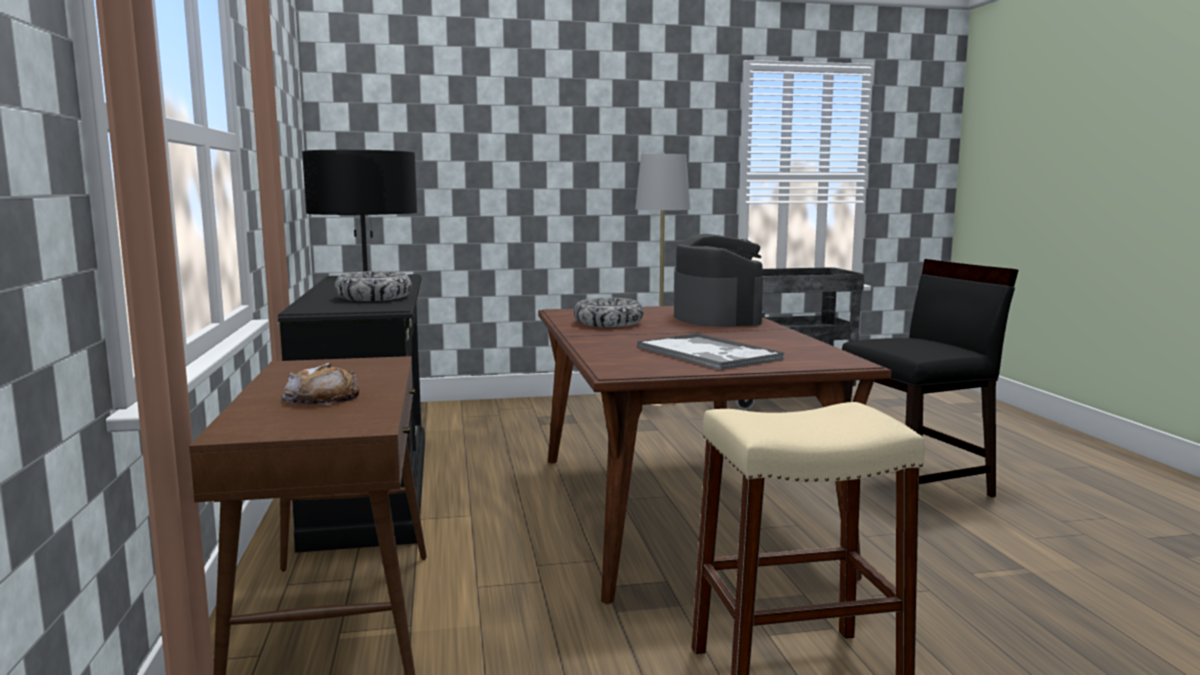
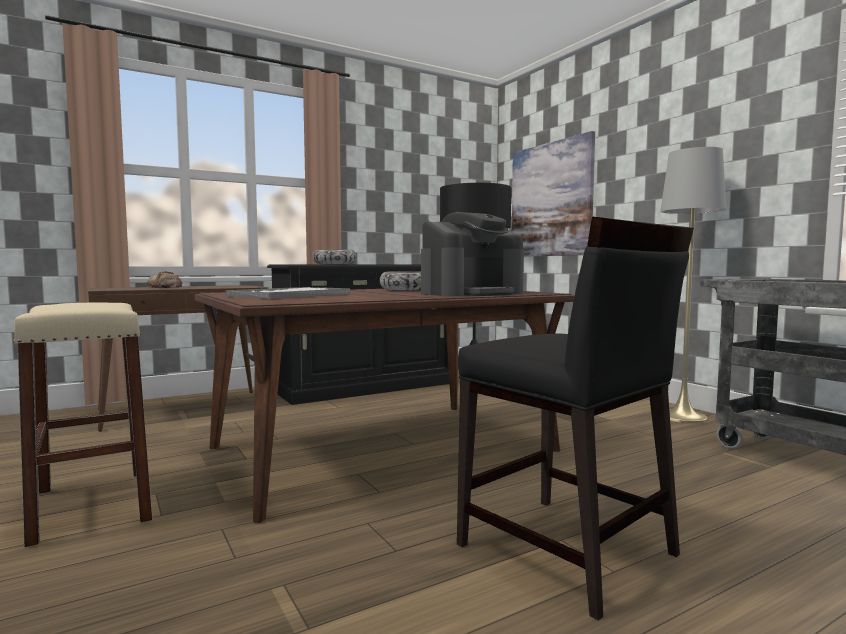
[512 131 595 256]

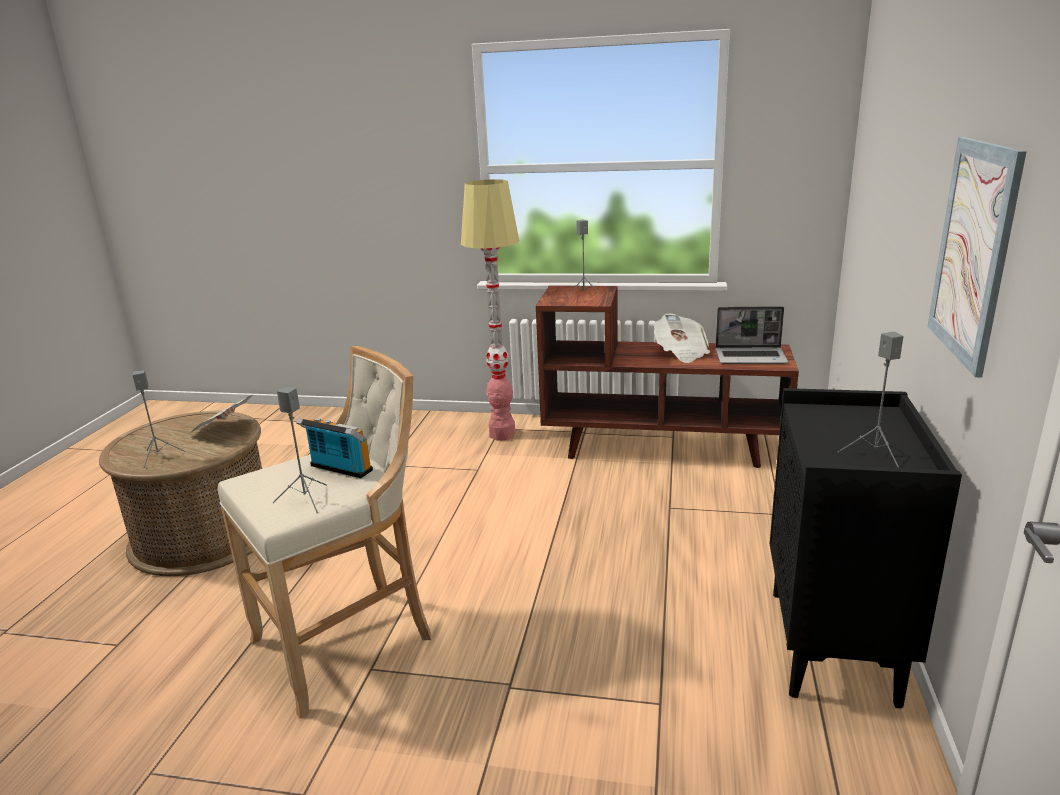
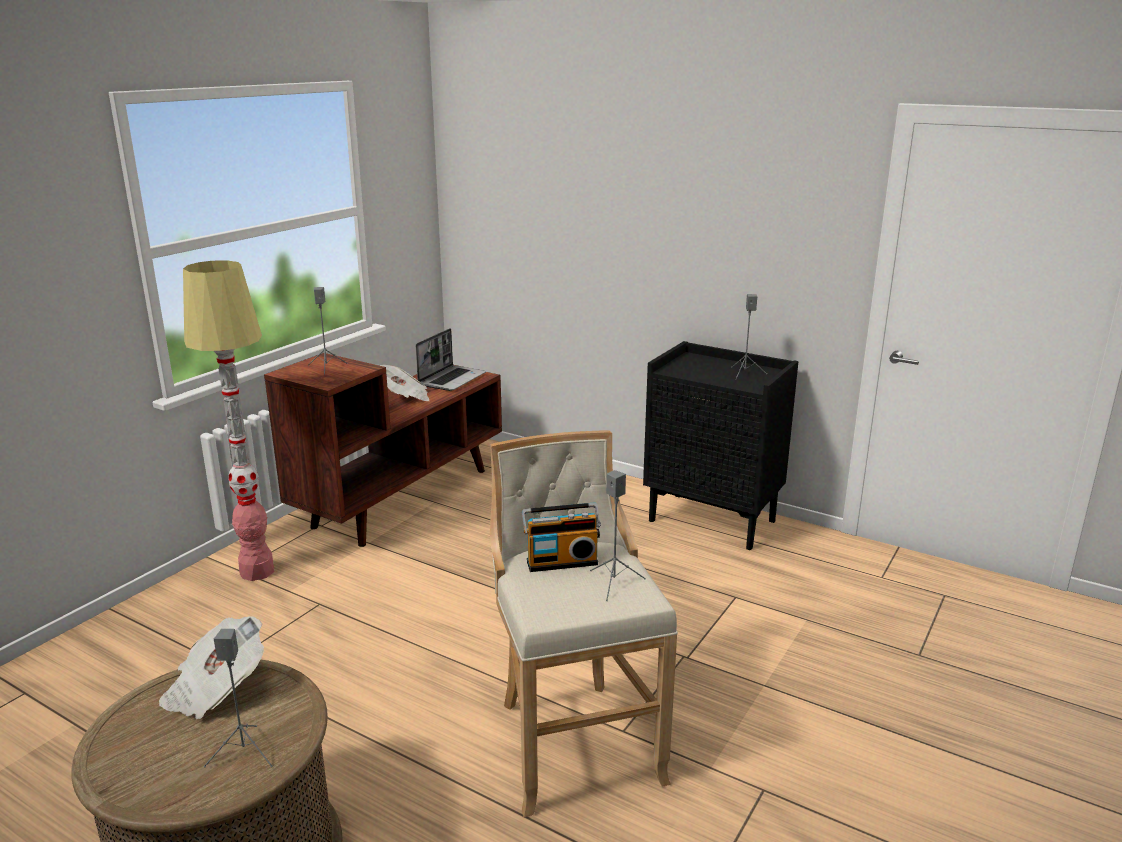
[927 137 1026 377] (first image)
[522 503 601 572]

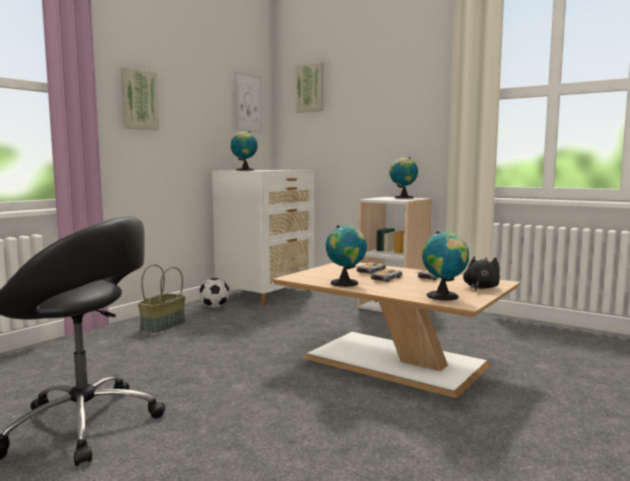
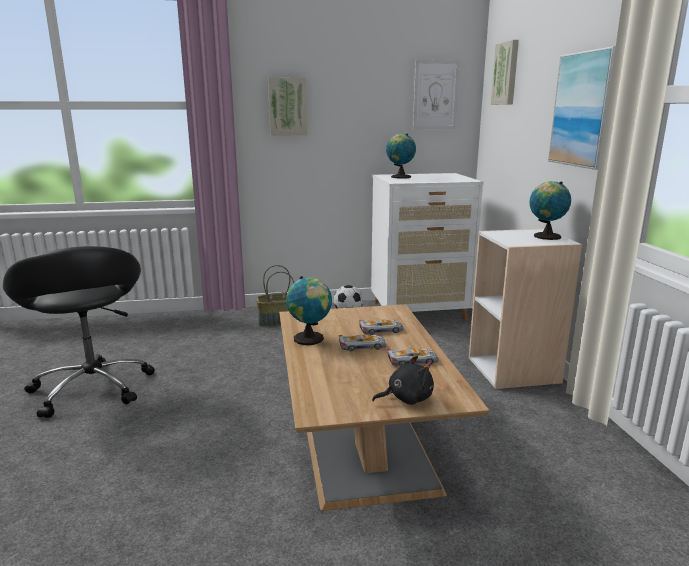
[422 231 469 300] (first image)
[548 46 616 170]

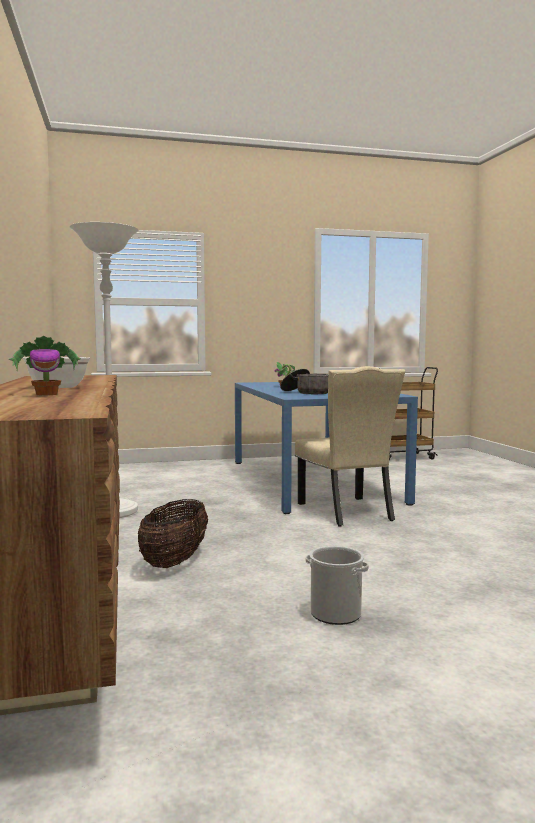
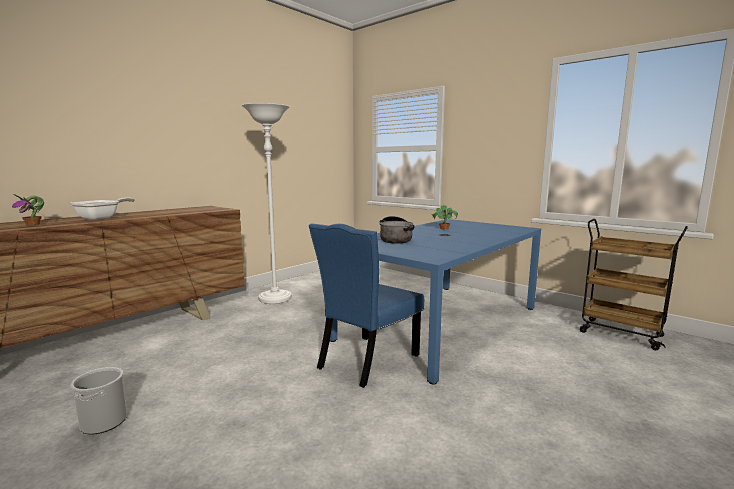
[309 223 424 388]
[138 499 208 568] (first image)

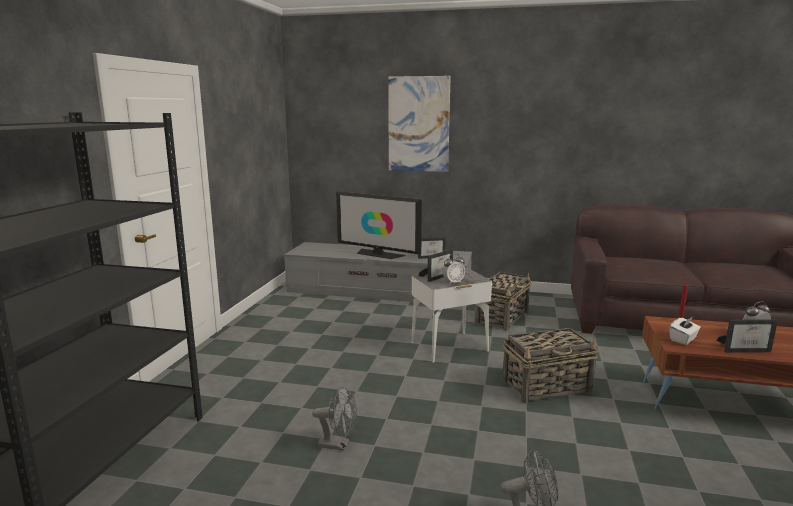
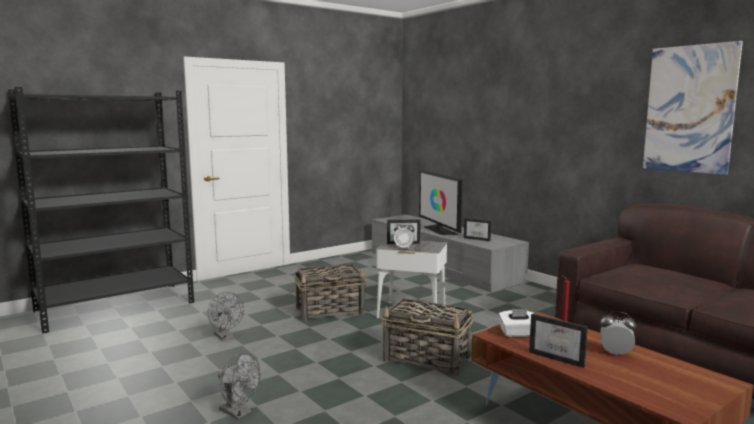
[643 41 743 175]
[295 264 366 321]

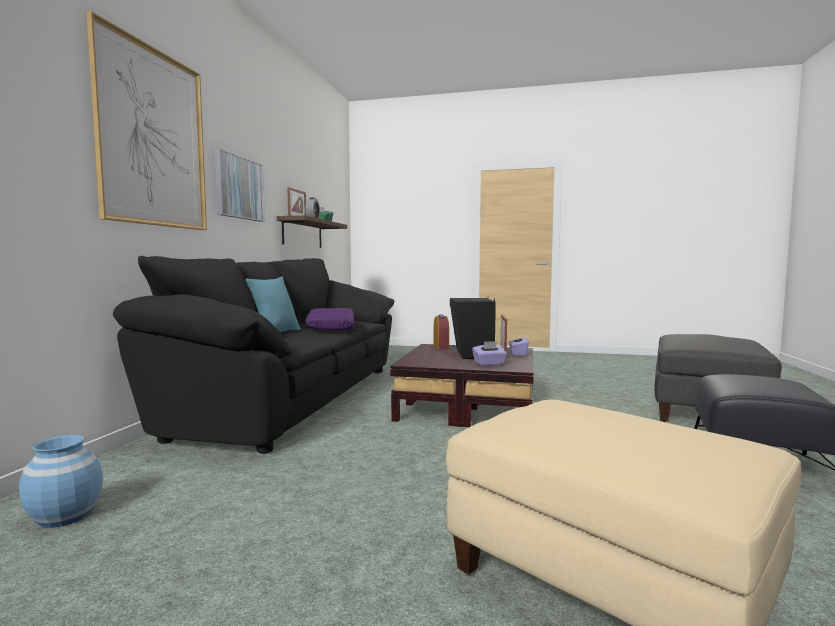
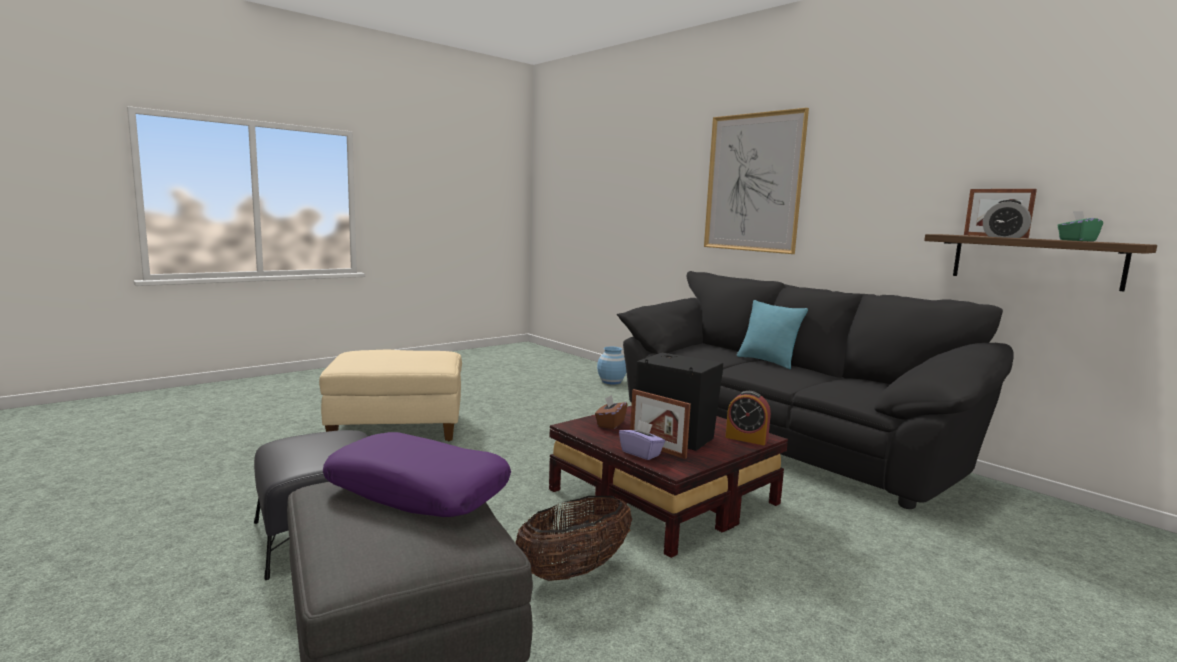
[215 148 265 222] (first image)
[323 432 511 517]
[595 395 628 429]
[515 496 632 581]

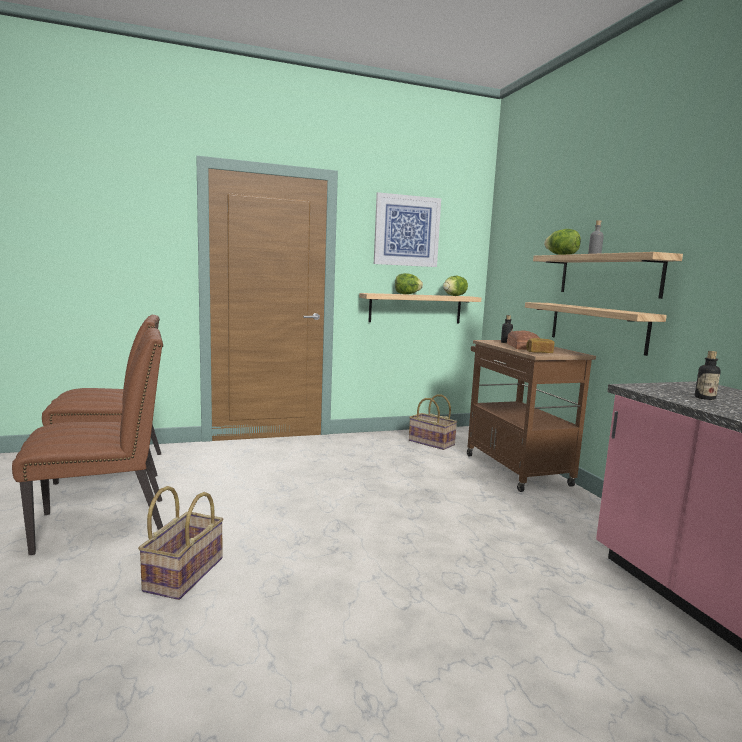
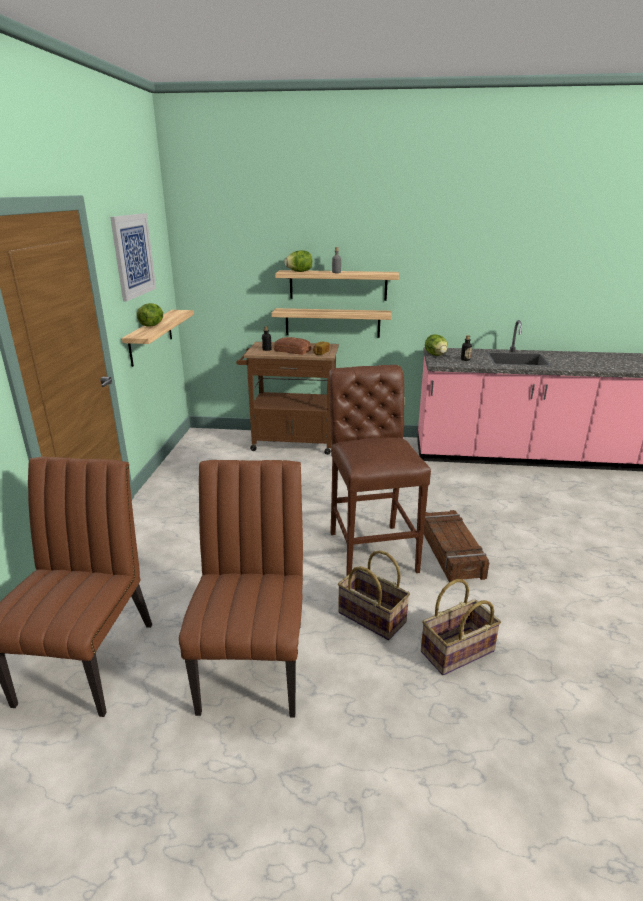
[425 334 448 356]
[421 579 501 675]
[329 365 431 576]
[424 510 489 582]

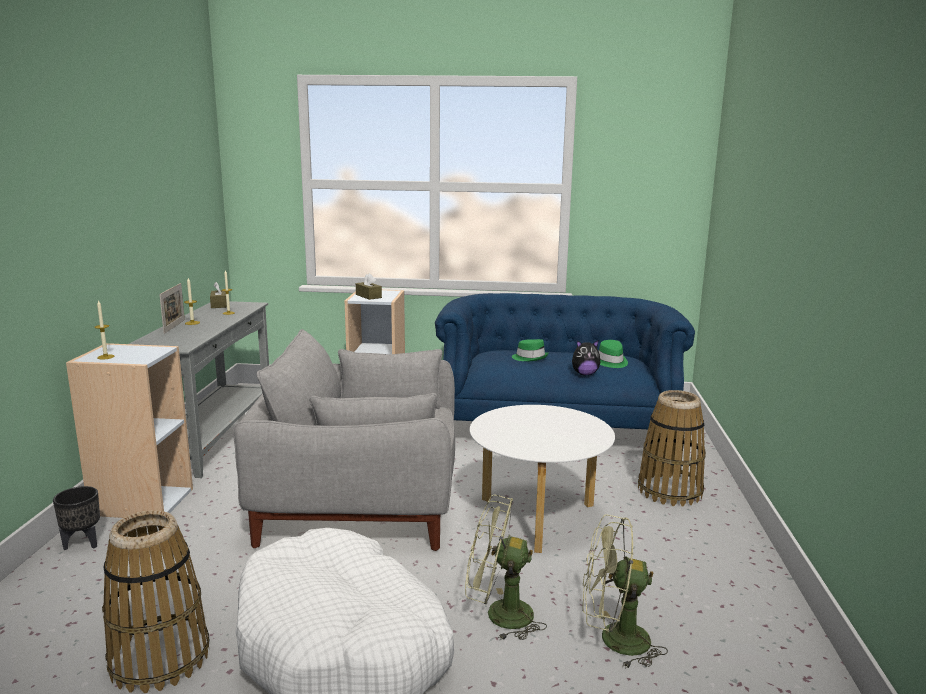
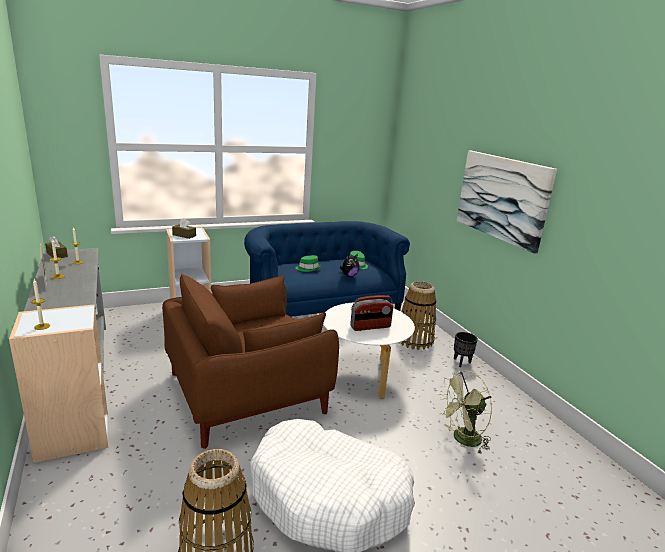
[162 274 339 449]
[454 332 478 367]
[465 495 547 640] (first image)
[457 151 557 254]
[350 295 394 331]

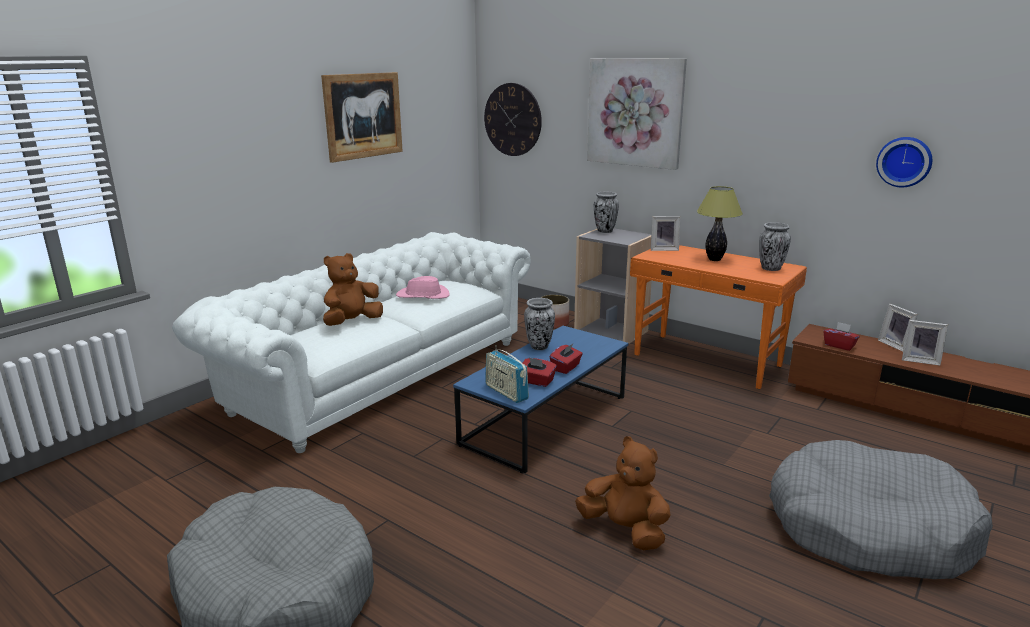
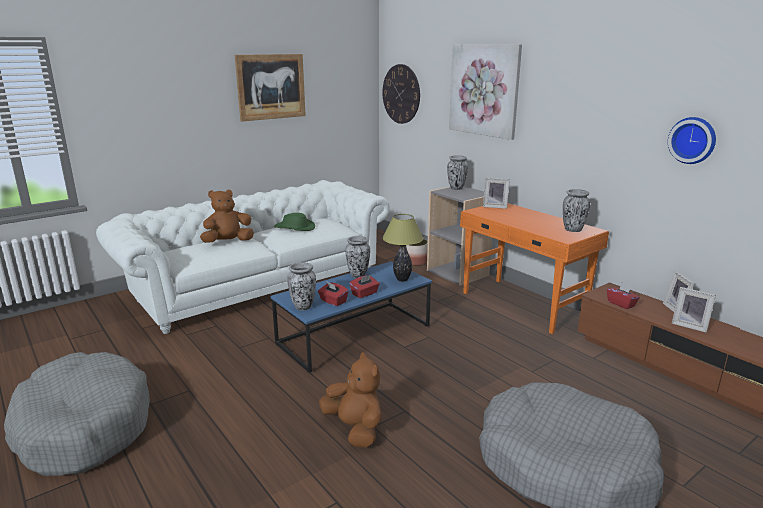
[383 214 424 282]
[274 213 315 231]
[287 262 316 311]

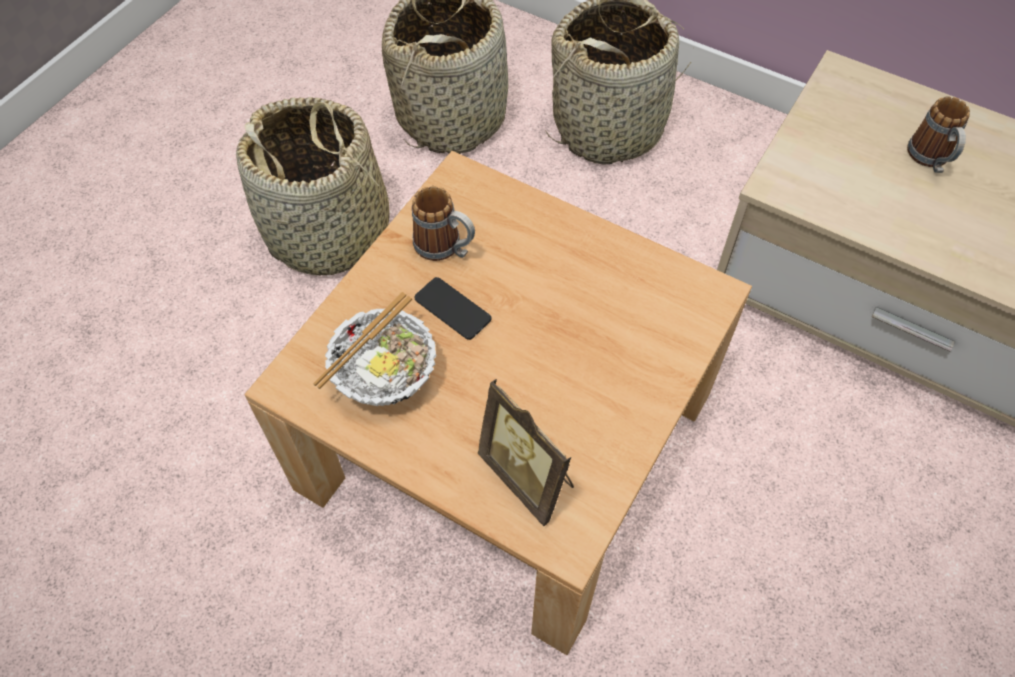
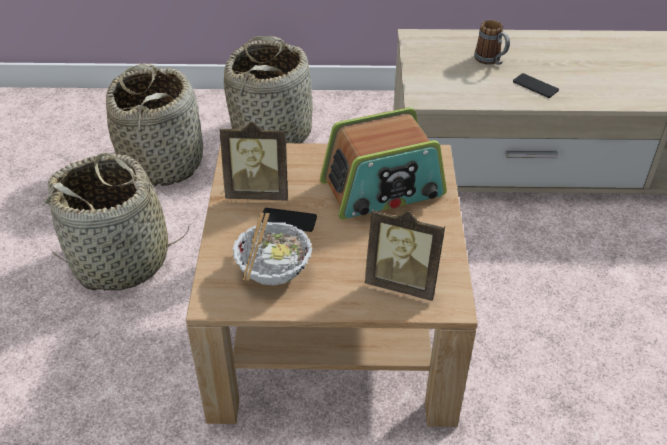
[220 122 288 201]
[513 73 559 98]
[320 107 447 220]

